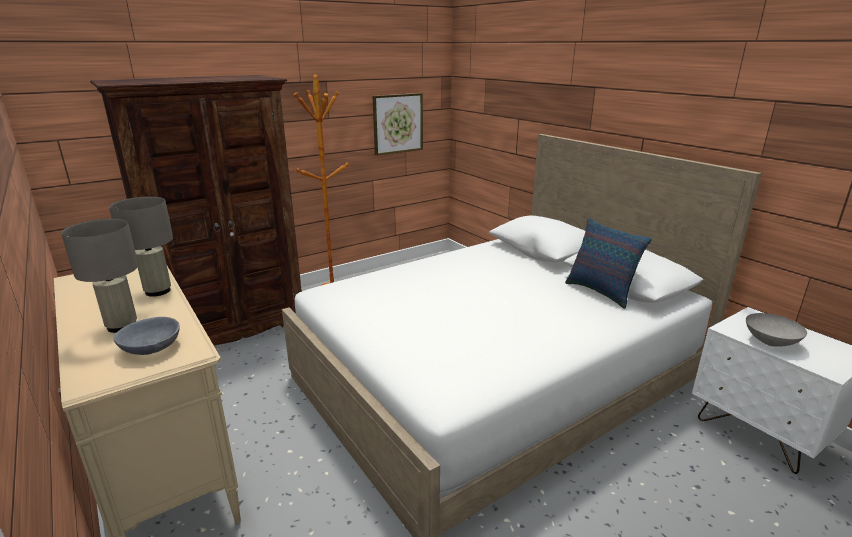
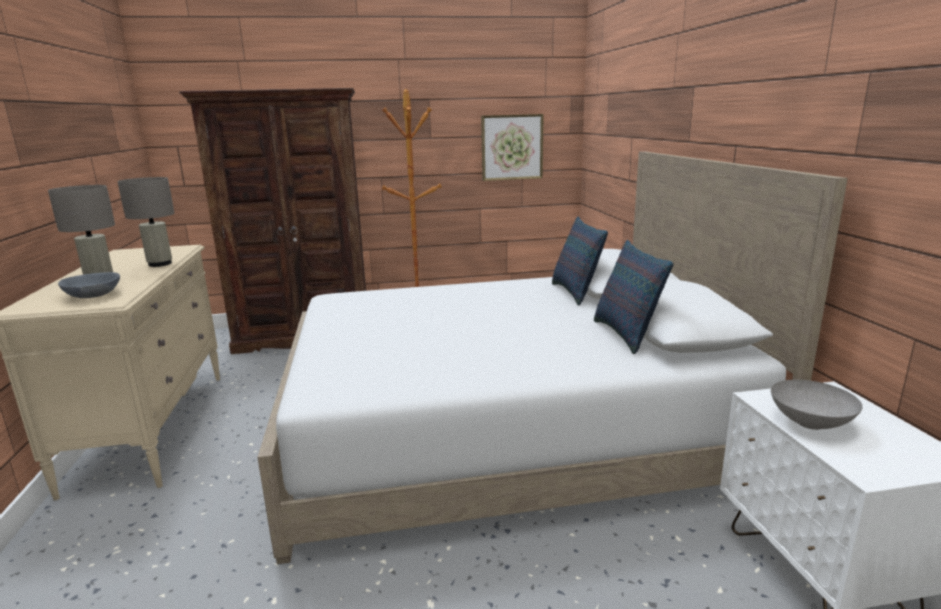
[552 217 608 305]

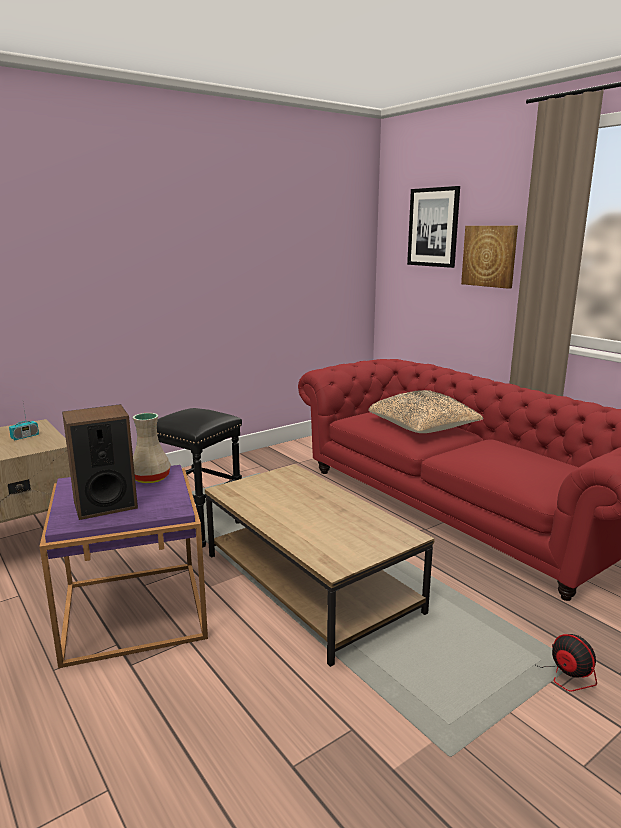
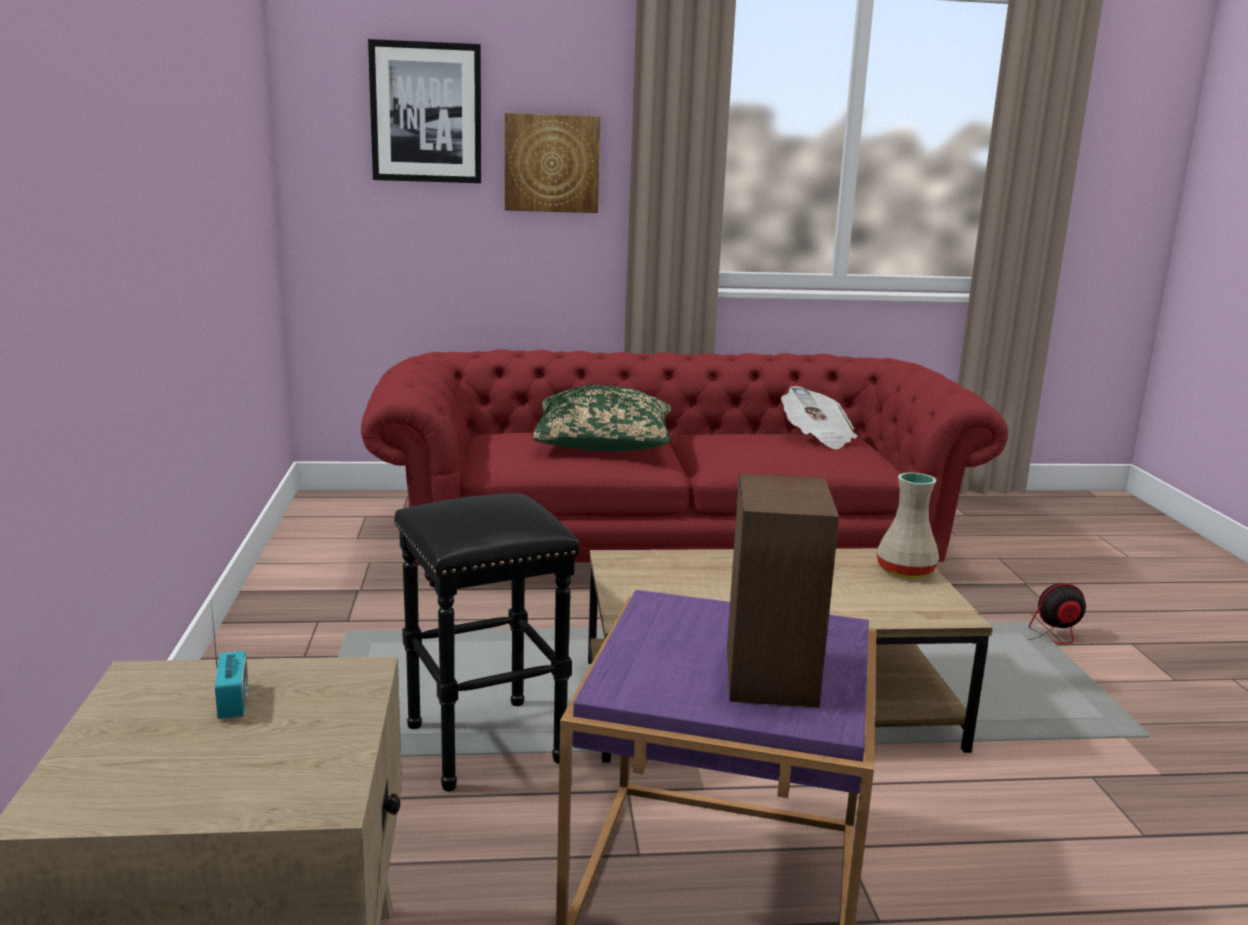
[532 385 672 451]
[876 472 939 579]
[781 386 857 449]

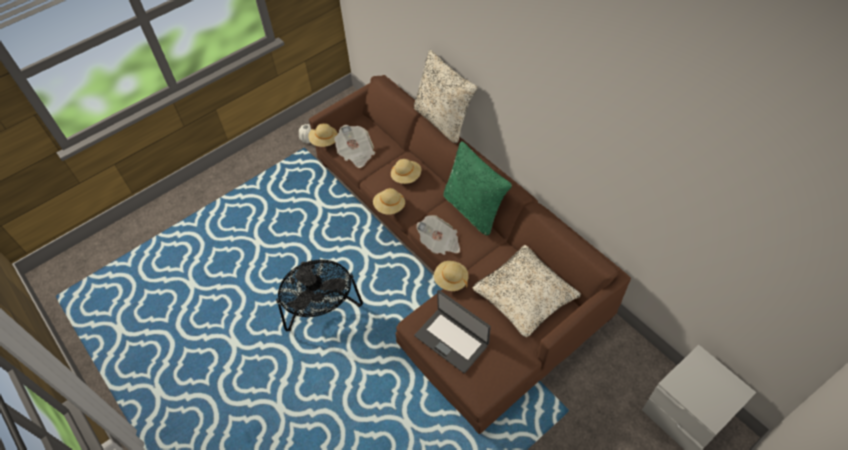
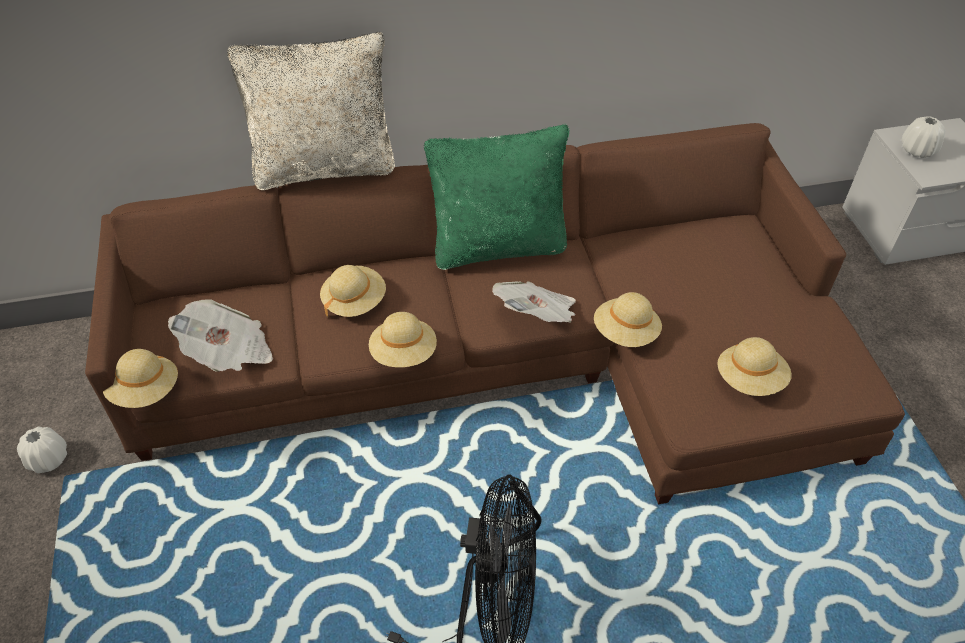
[473 245 581 337] (first image)
[717 337 792 396]
[901 116 946 158]

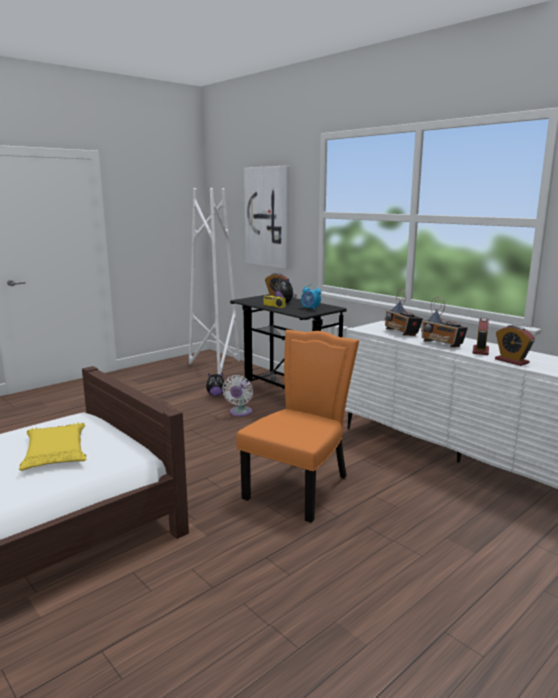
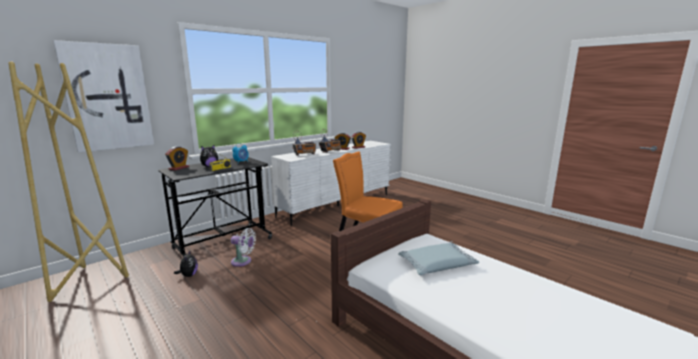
[8 62 129 302]
[398 241 479 276]

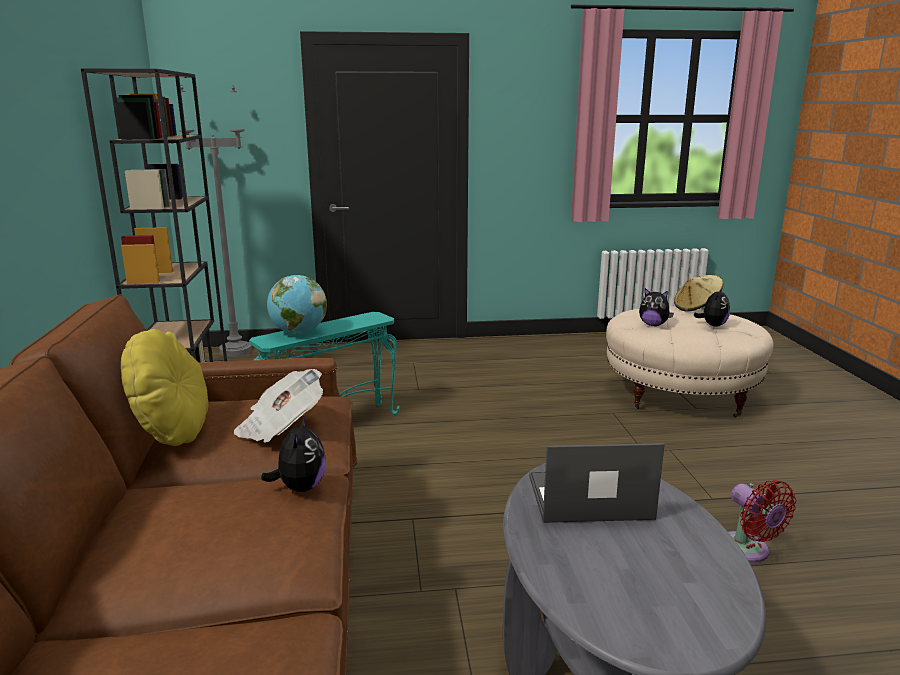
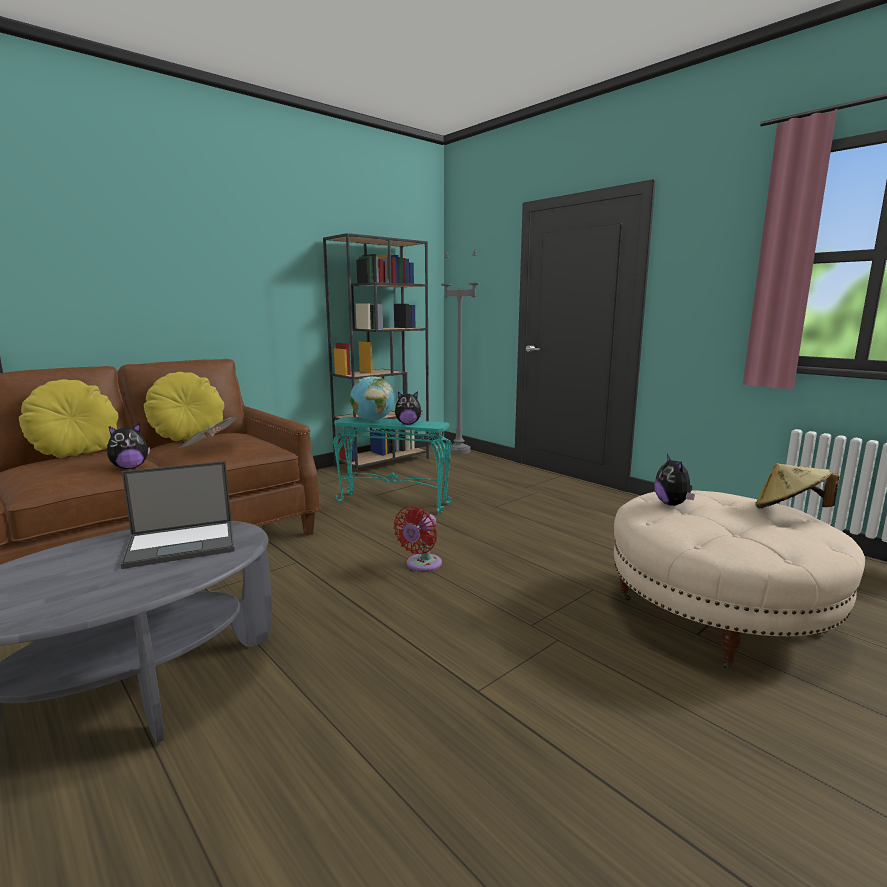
[395 391 423 424]
[121 461 235 569]
[393 506 442 572]
[19 379 119 458]

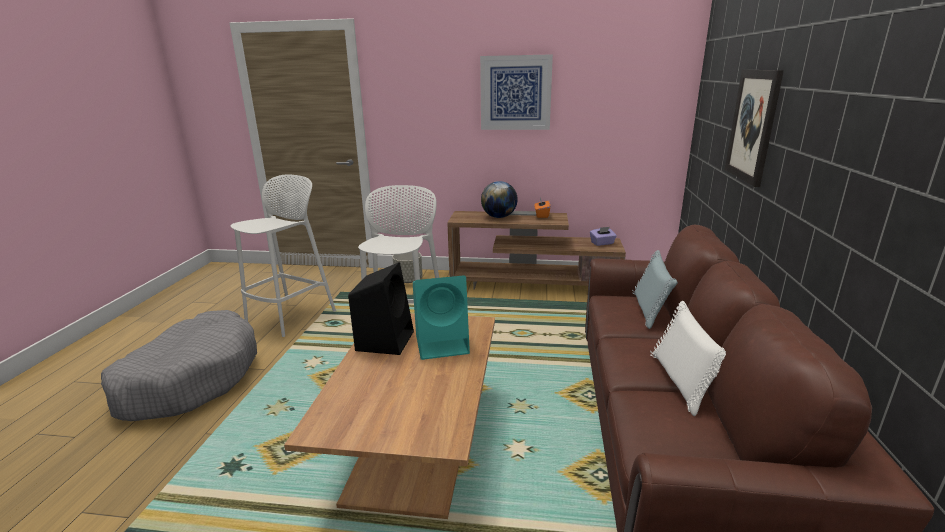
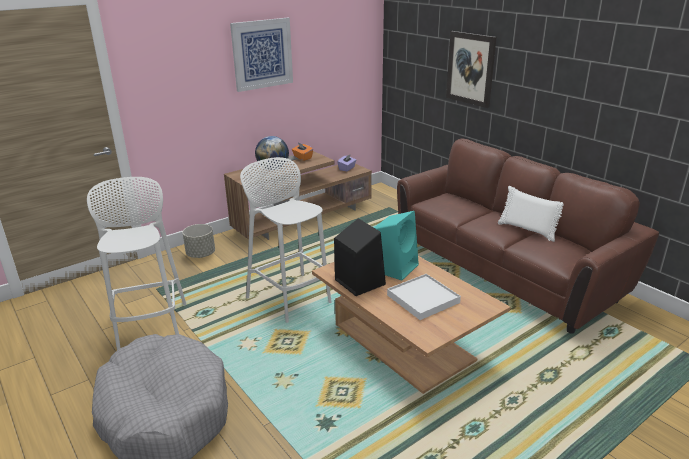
[632 250 678 329] (first image)
[387 274 461 320]

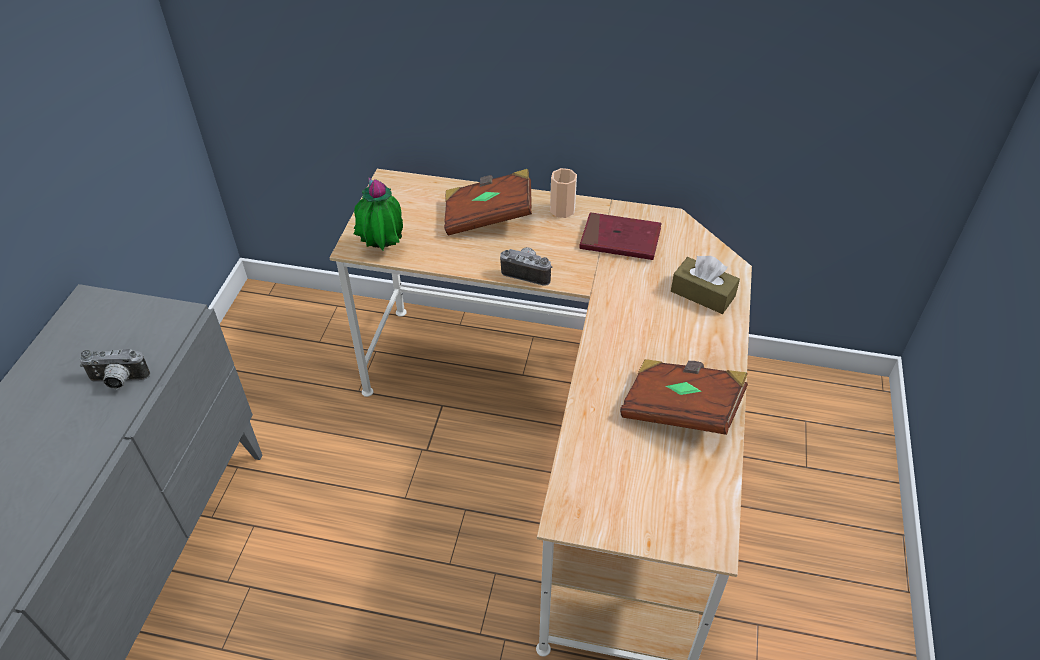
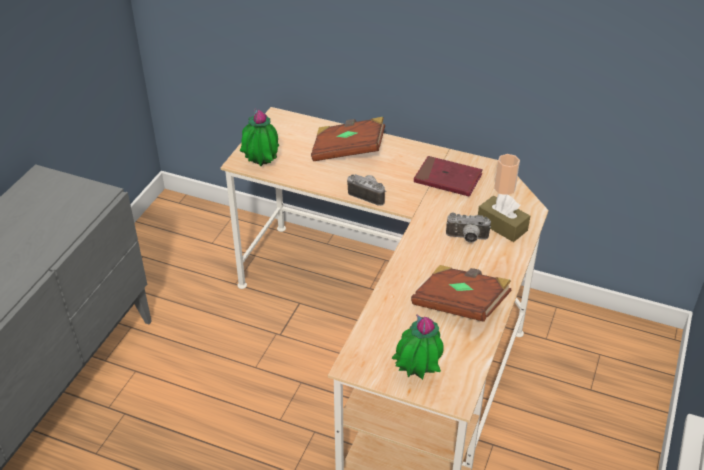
[494 154 520 195]
[446 213 491 243]
[392 315 444 380]

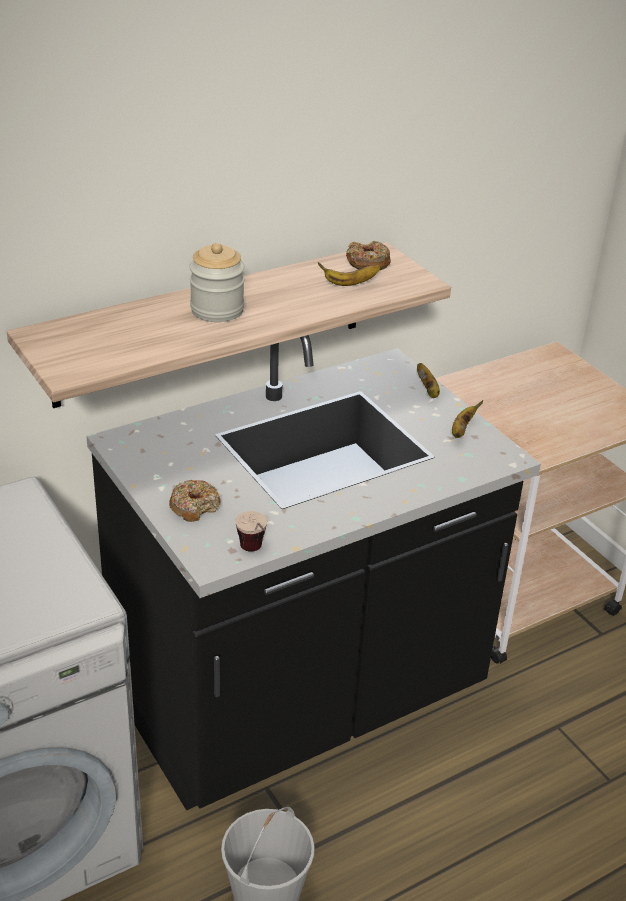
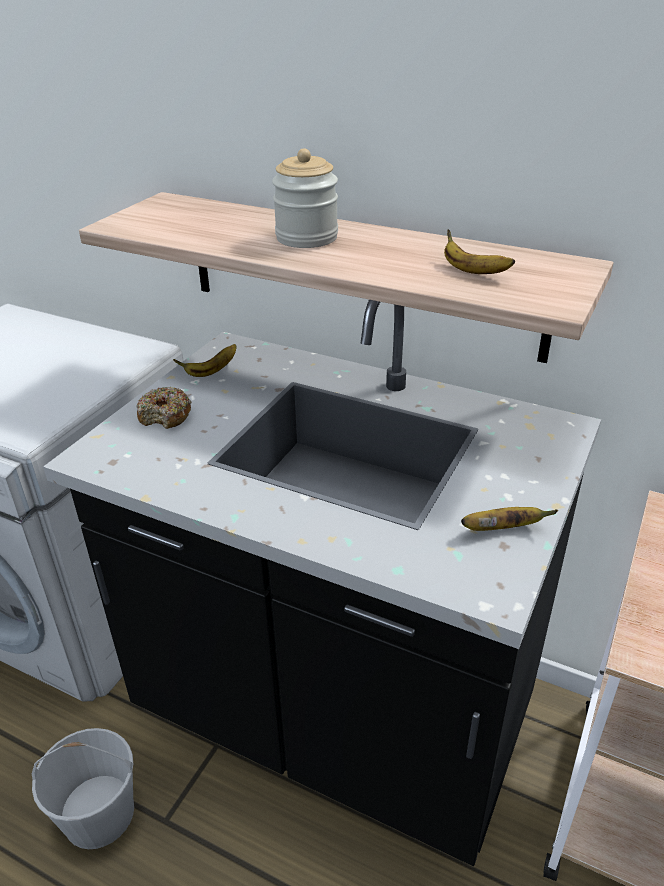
[346 241 391 270] (first image)
[173 344 237 377]
[235 511 267 552] (first image)

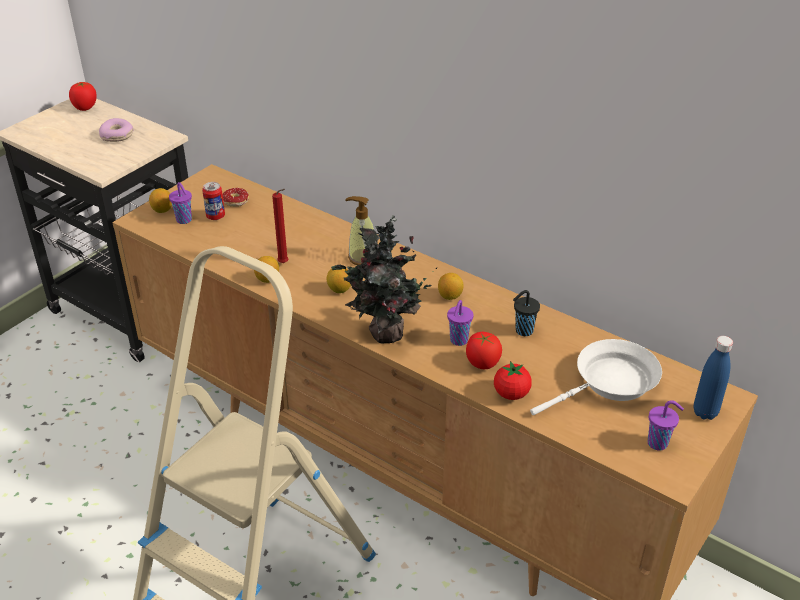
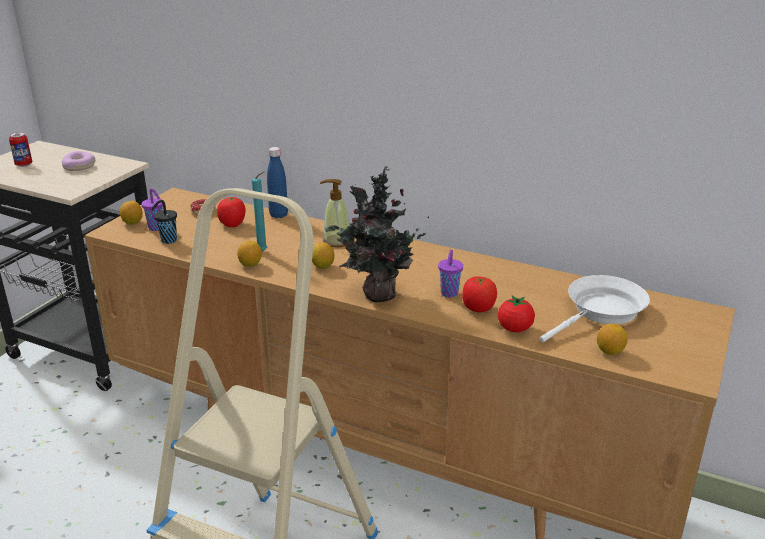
[217 197 246 227]
[9 132 32 167]
[252 172 267 252]
[597 324 628 355]
[151 200 177 244]
[267 147 288 218]
[648 400 684 450] (first image)

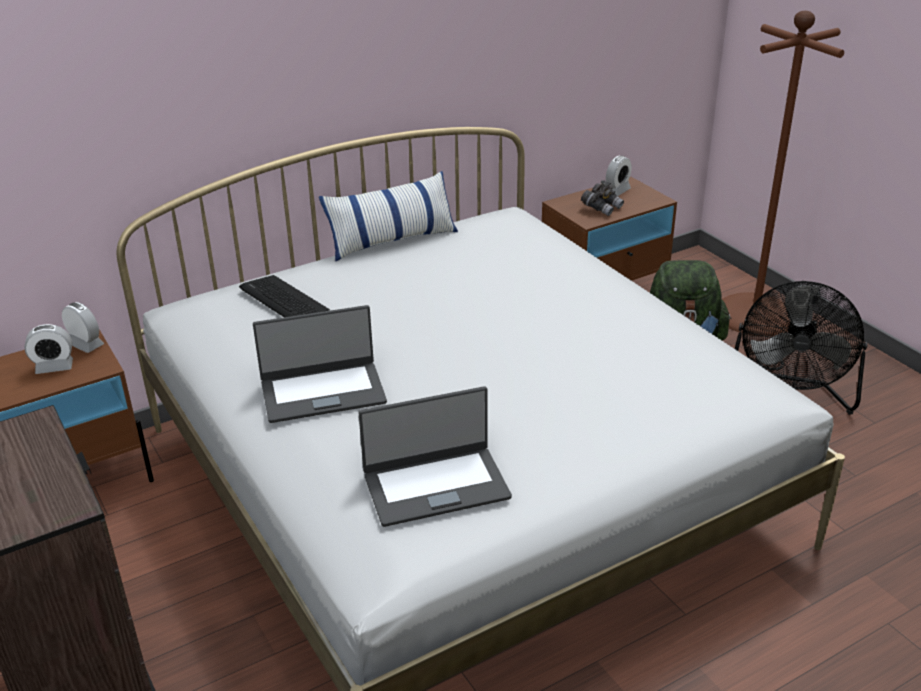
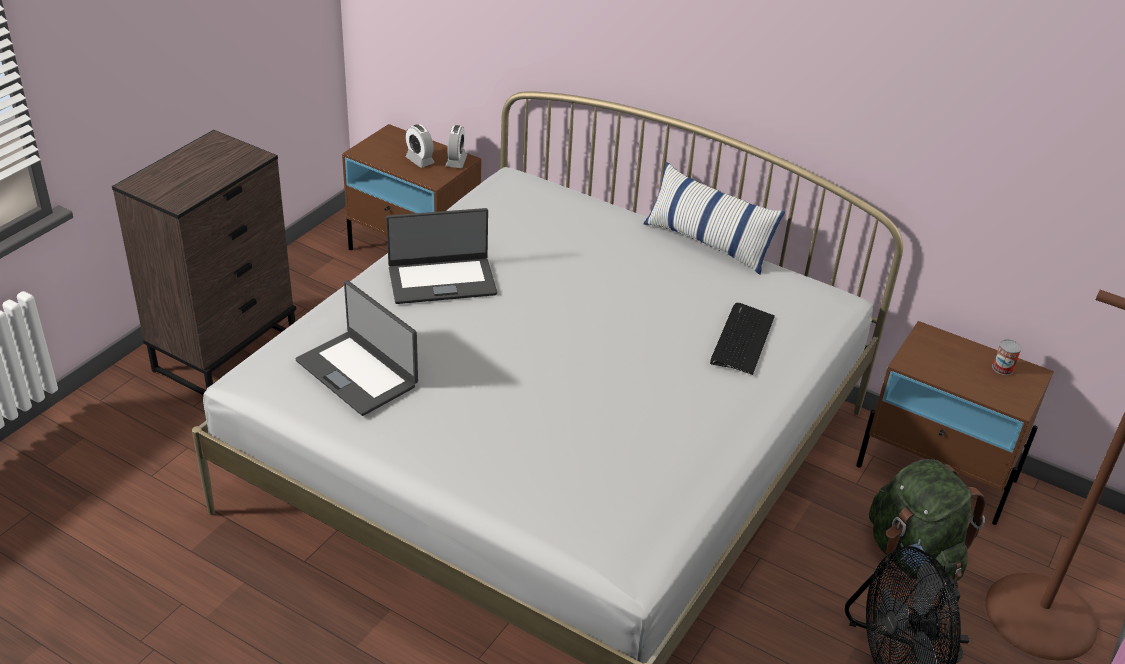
[992 339 1022 375]
[581 180 624 216] (first image)
[710 303 775 375]
[386 208 497 304]

